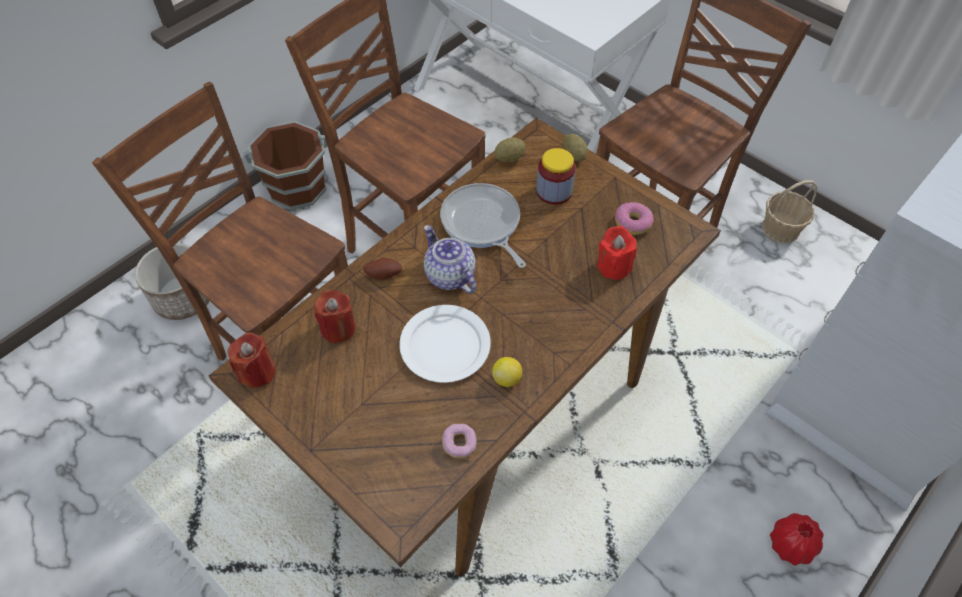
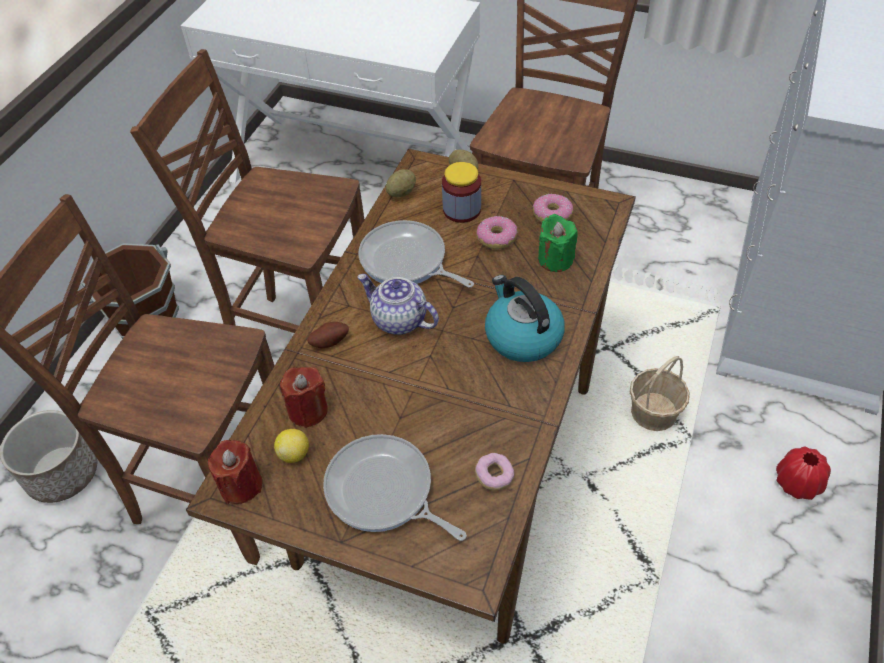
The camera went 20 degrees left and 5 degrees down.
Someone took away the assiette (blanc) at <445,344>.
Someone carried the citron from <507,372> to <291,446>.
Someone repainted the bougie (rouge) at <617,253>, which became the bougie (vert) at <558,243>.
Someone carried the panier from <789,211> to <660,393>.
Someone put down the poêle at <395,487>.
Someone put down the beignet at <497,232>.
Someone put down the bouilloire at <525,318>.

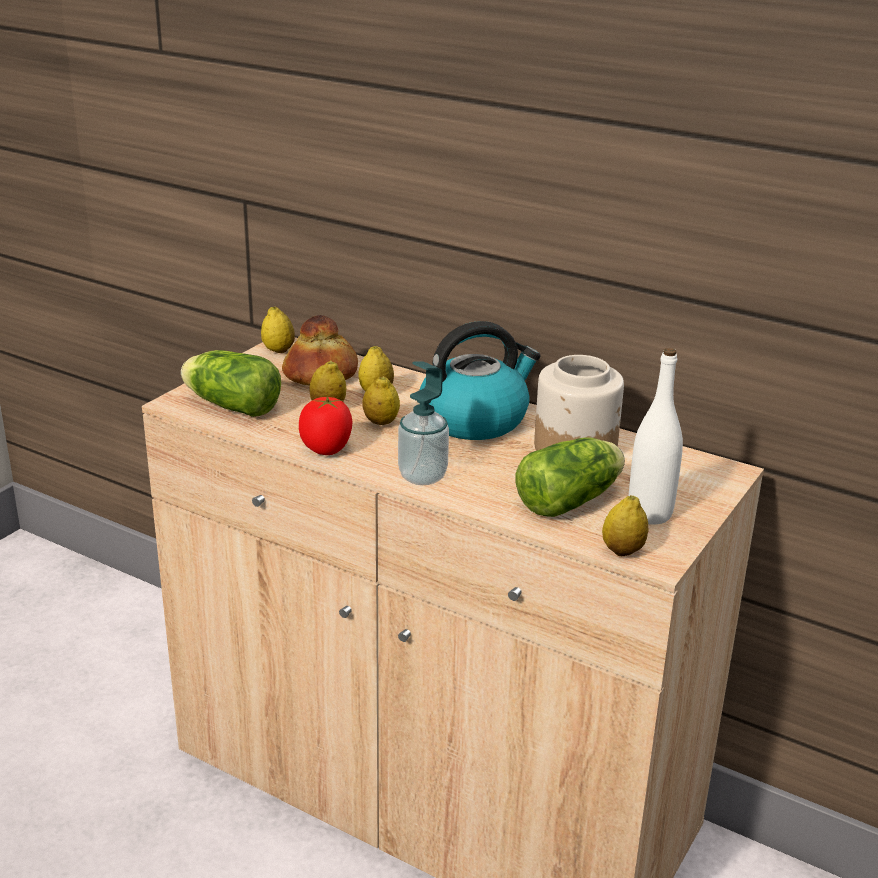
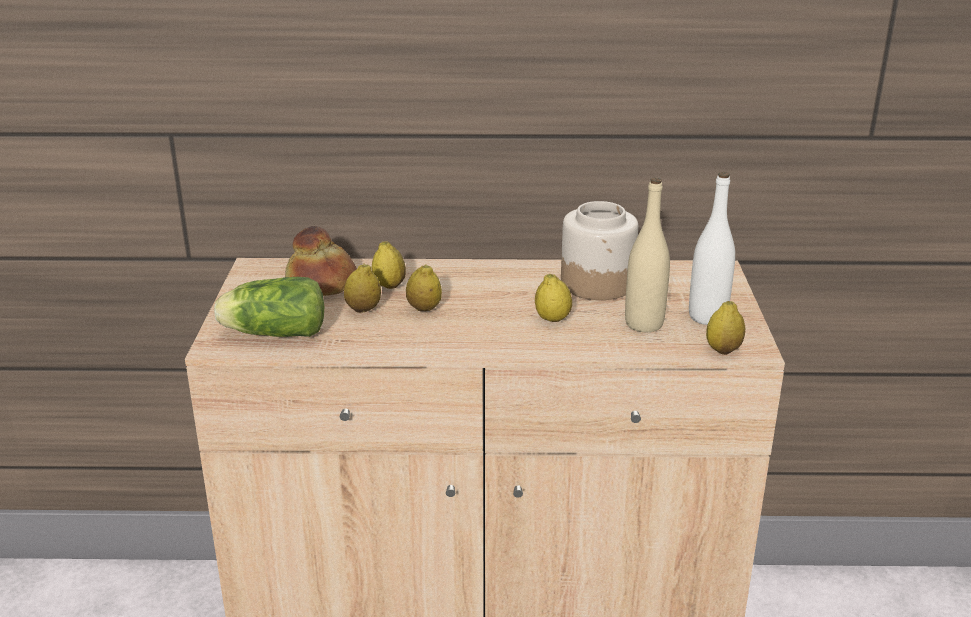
The camera went 30 degrees left and 0 degrees up.
Someone carried the citron from <278,330> to <553,298>.
Someone took away the tomate at <325,425>.
Someone took away the distributeur de savon at <423,423>.
Someone took away the bouilloire at <480,380>.
Someone swapped the laitue at <570,477> for the bouteille (beige) at <647,255>.

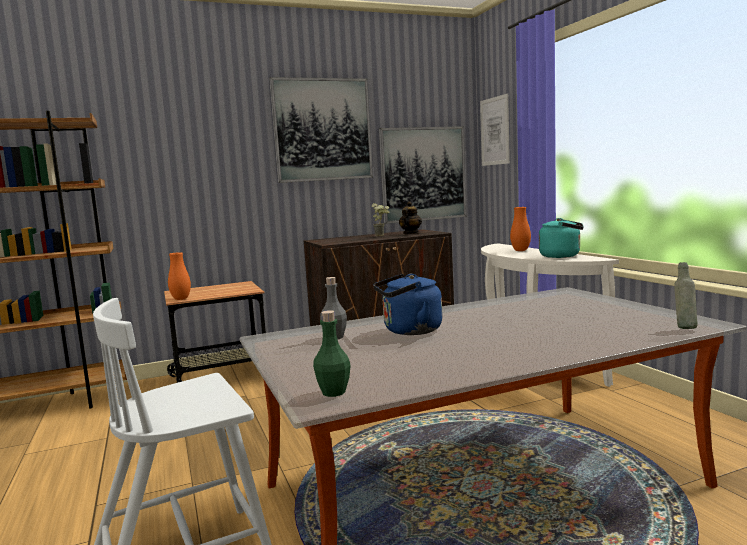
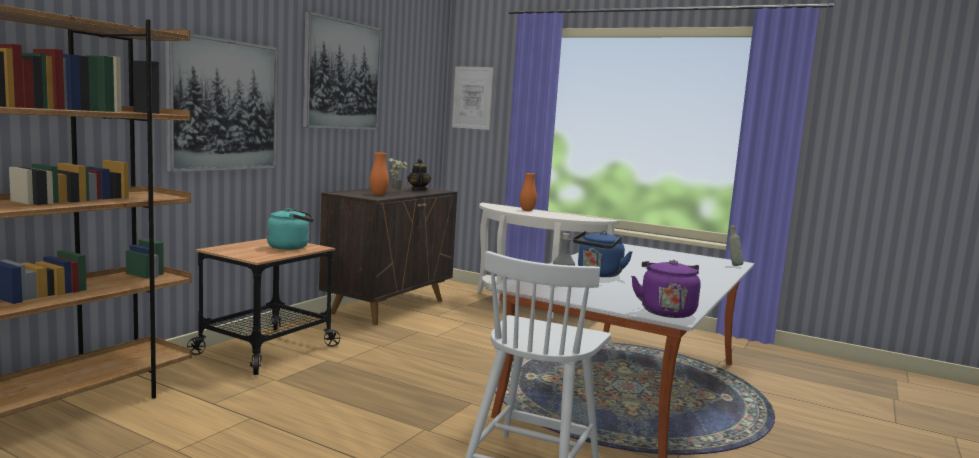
The camera went 40 degrees left and 0 degrees up.
Someone carried the vase (orange) from <179,276> to <379,173>.
Someone swapped the bouteille (vert) at <332,353> for the bouilloire (violet) at <666,289>.
Someone carried the tableau from <422,175> to <221,102>.
Someone carried the bouilloire (turquoise) from <561,238> to <290,229>.

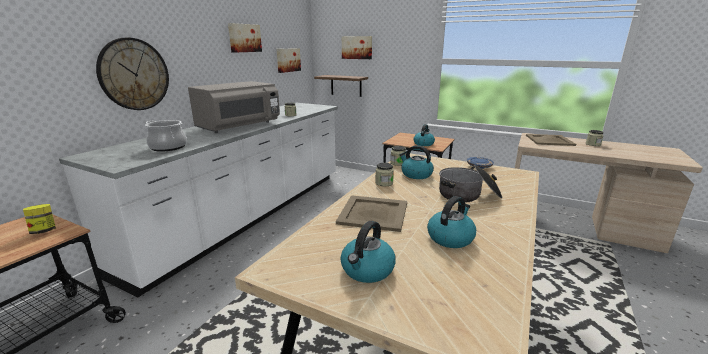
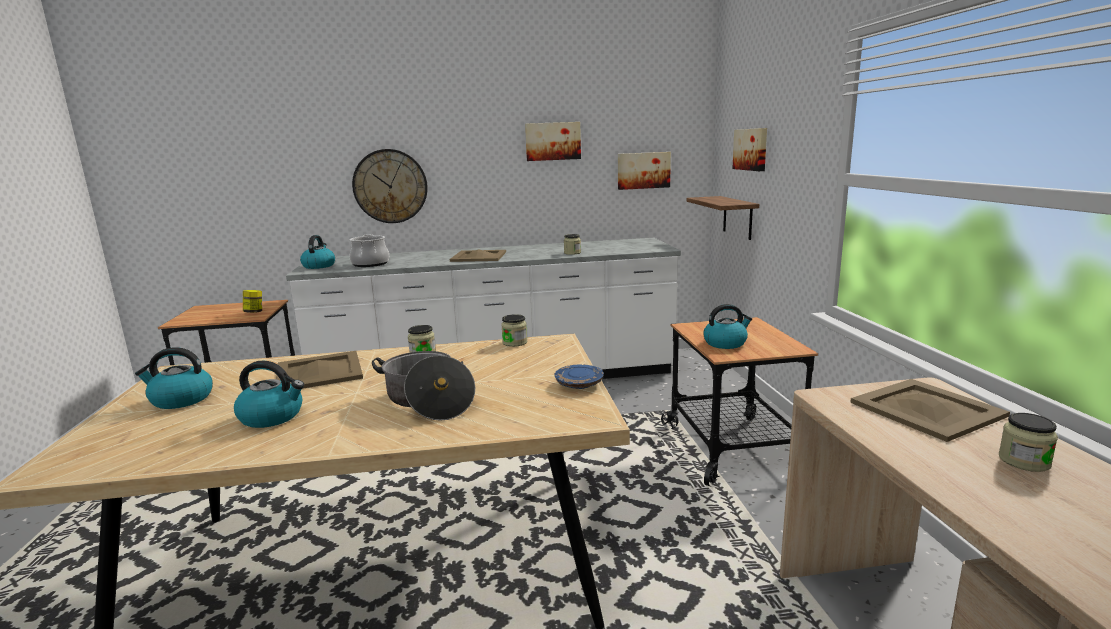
The camera went 55 degrees right and 5 degrees down.
Someone swapped the micro-ondes (gris) at <234,107> for the plateau (beige) at <478,255>.
Someone carried the bouilloire from <416,162> to <317,252>.

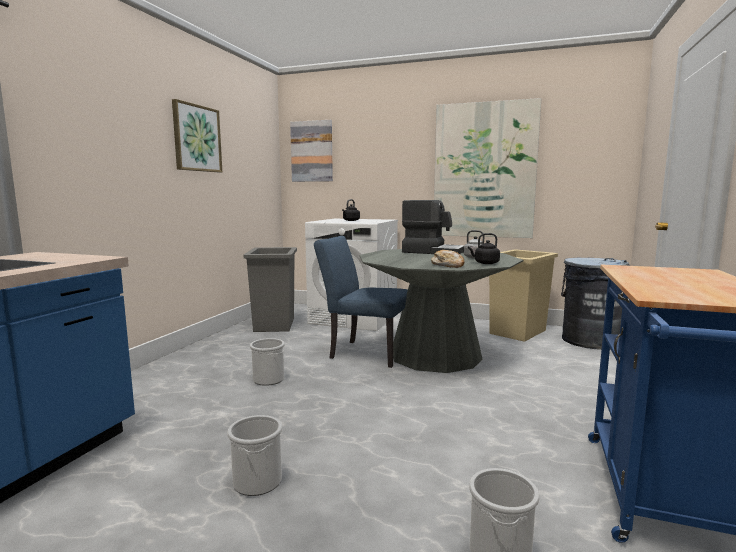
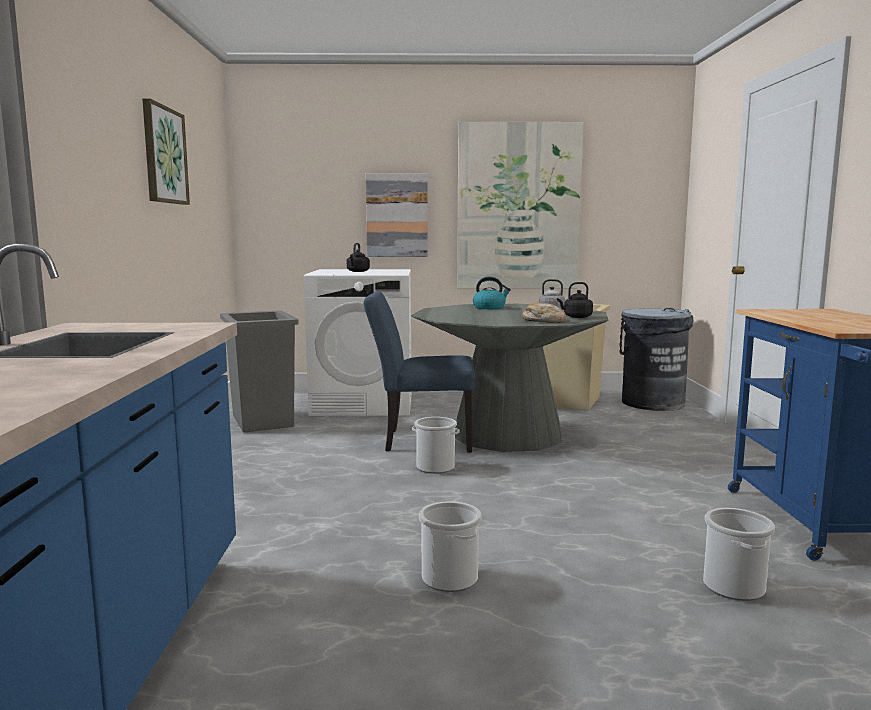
The camera went 20 degrees left and 0 degrees up.
Someone carried the seau from <267,362> to <436,445>.
Someone carried the tableau from <311,151> to <397,215>.
Someone swapped the machine à café at <433,227> for the bouilloire at <492,293>.

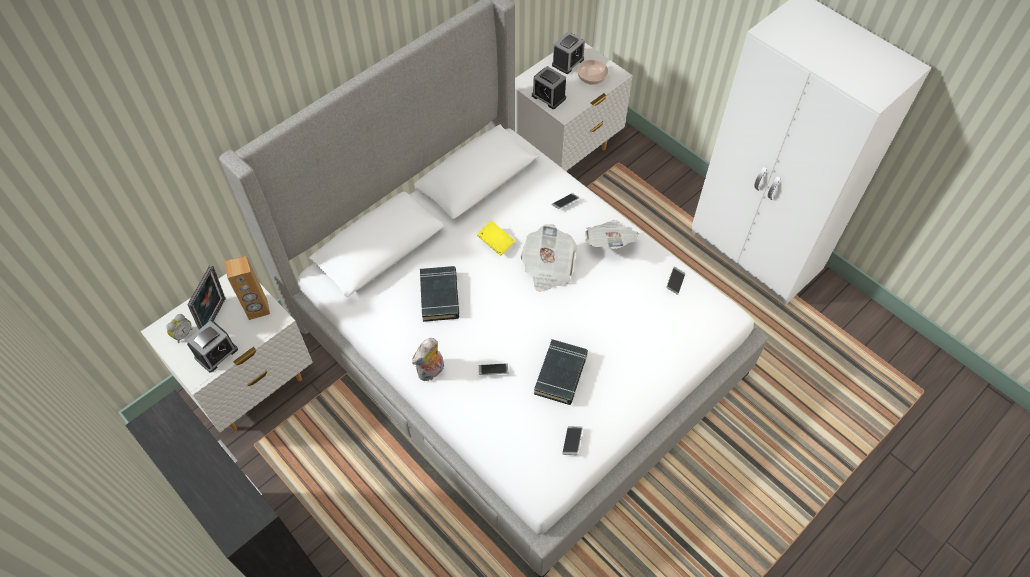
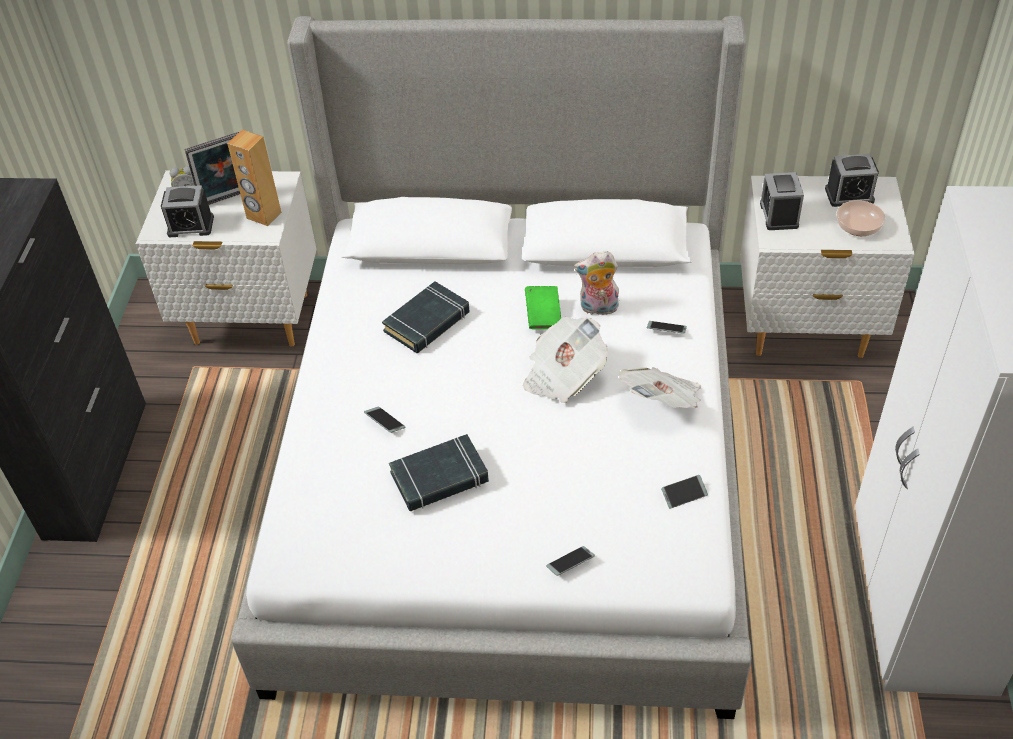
The camera went 50 degrees right and 10 degrees down.
Someone carried the peluche from <428,359> to <597,283>.
Someone repainted the livre (jaune) at <496,238>, which became the livre (vert) at <543,307>.
Someone carried the téléphone from <572,440> to <570,561>.

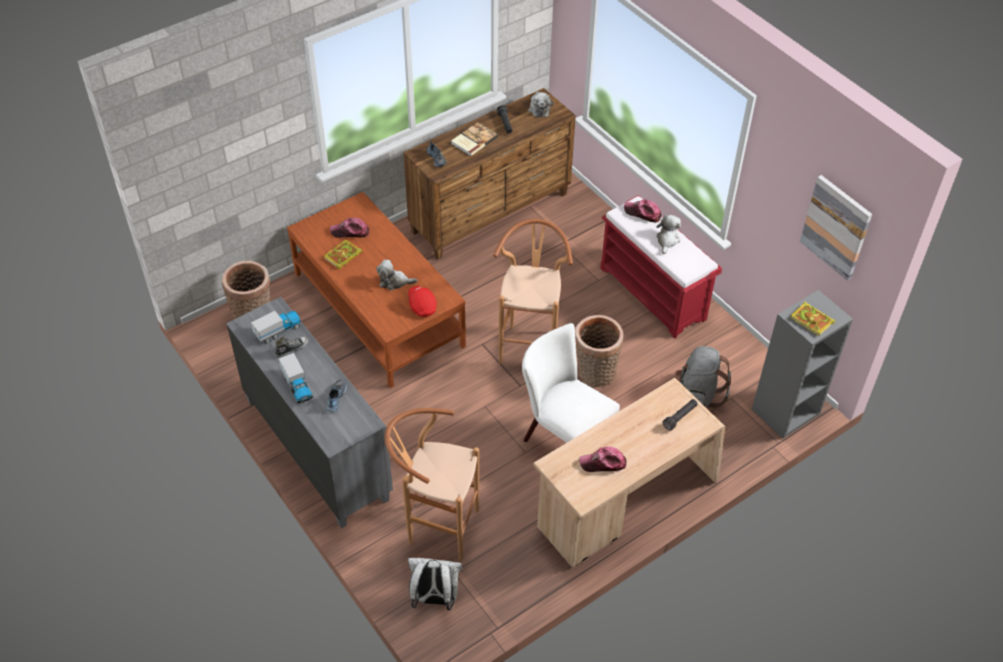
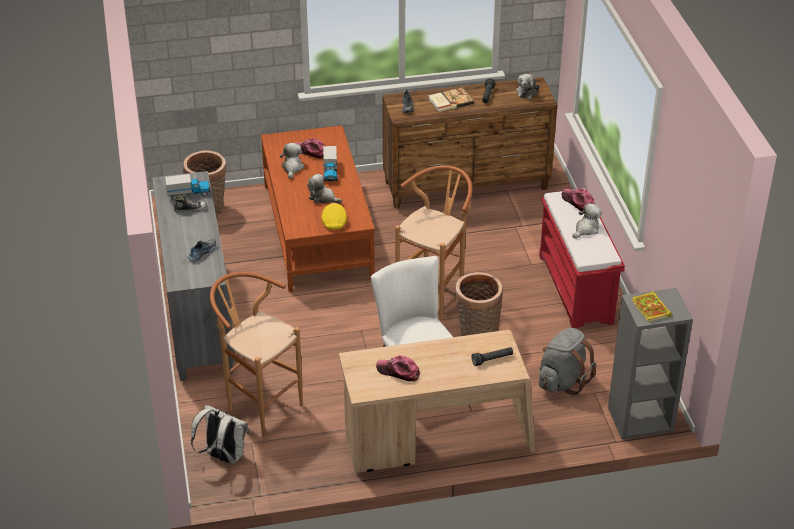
The camera went 25 degrees right and 10 degrees down.
Someone carried the camion jouet from <296,378> to <330,164>.
Someone swapped the livre at <343,254> for the peluche at <292,161>.
Someone repainted the casquette (rouge) at <422,301>, which became the casquette (jaune) at <334,216>.
Someone took away the tableau at <836,228>.

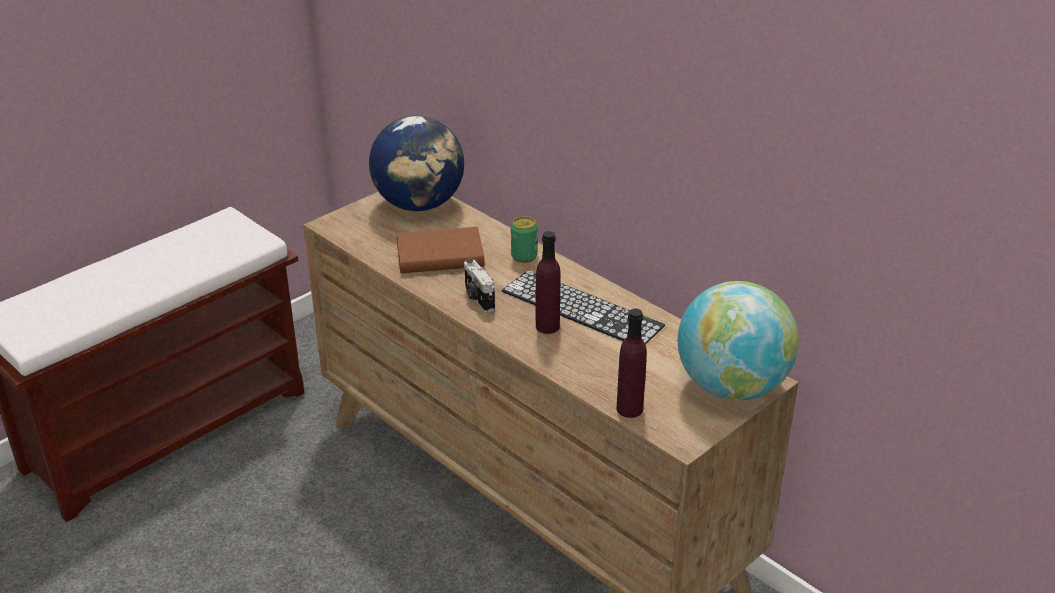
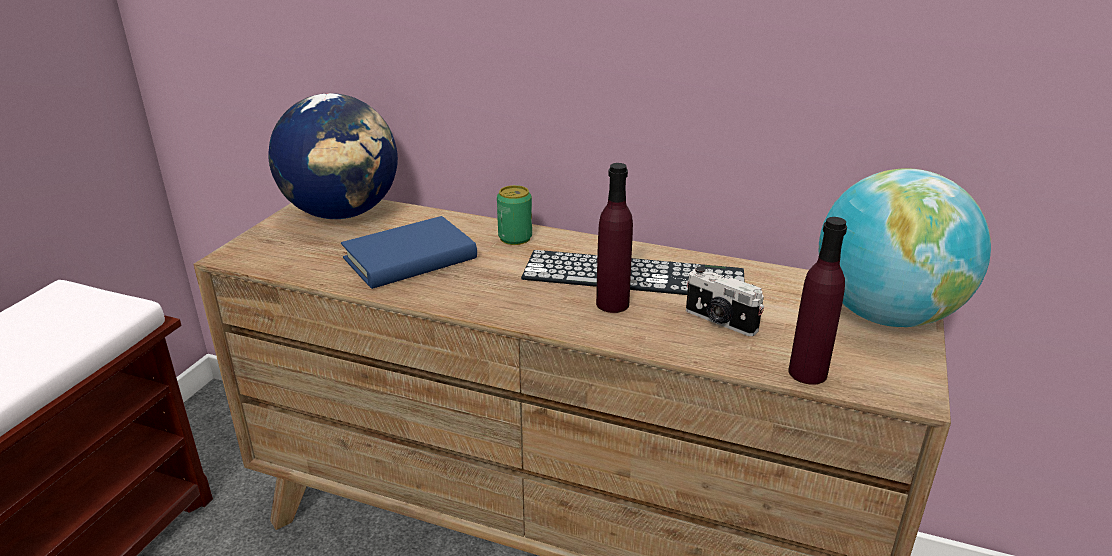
The camera went 25 degrees left and 5 degrees down.
Someone repainted the livre (marron) at <440,250>, which became the livre (bleu) at <409,252>.
Someone carried the appareil photo from <479,286> to <725,301>.

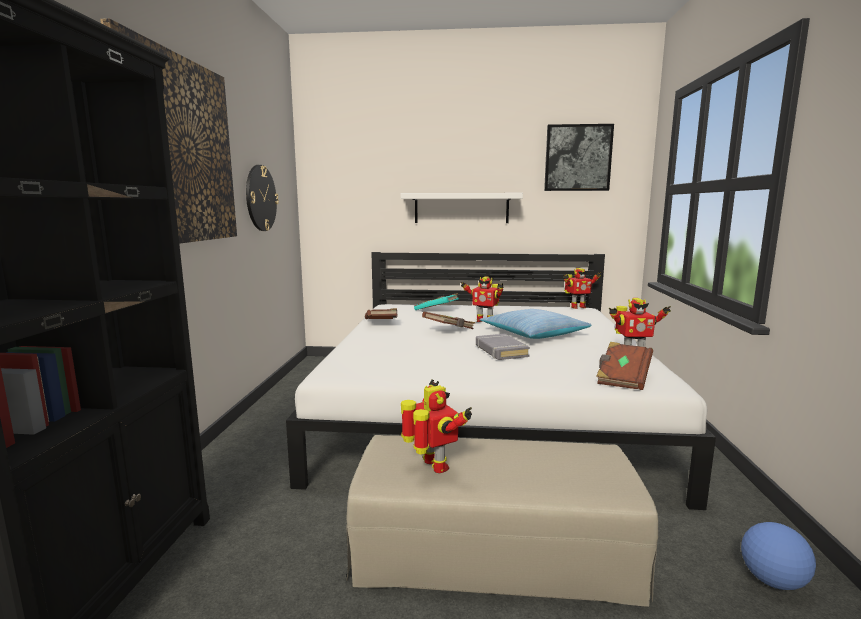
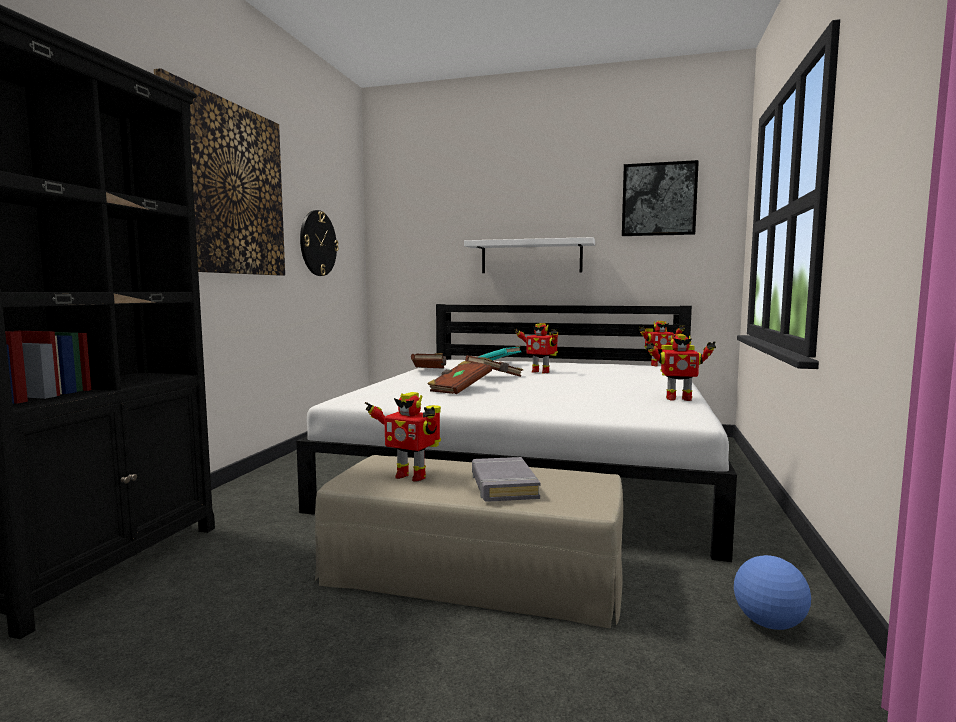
The camera went 10 degrees right and 5 degrees down.
Someone rotated the robot jouet at <436,426> by 135 degrees clockwise.
Someone carried the livre (gris) from <503,347> to <506,479>.
Someone took away the coussin at <535,324>.
Someone carried the livre (marron) from <624,366> to <460,377>.

